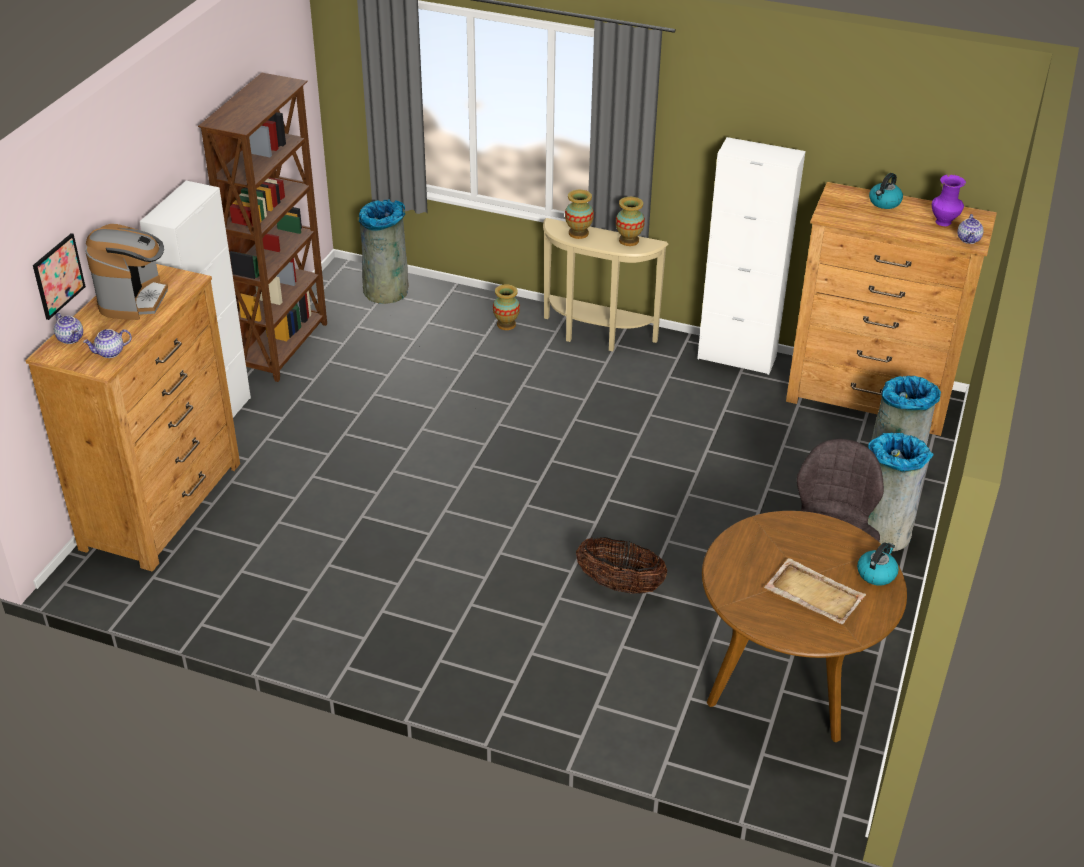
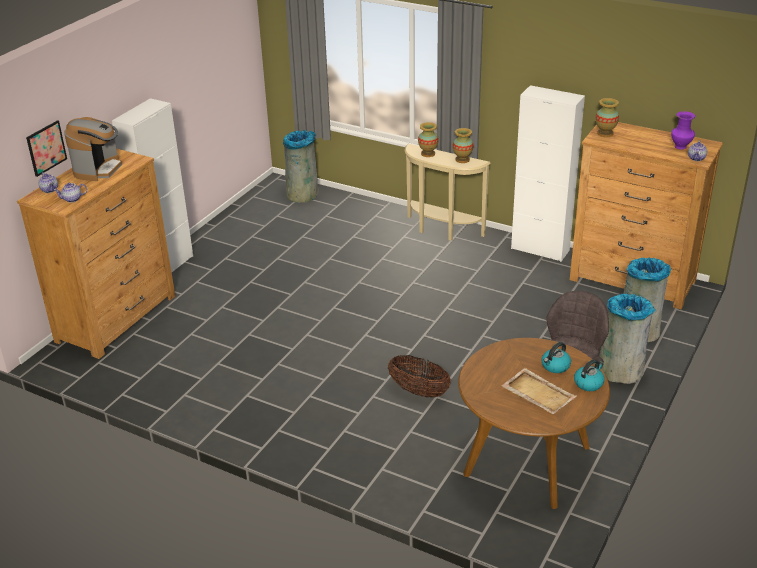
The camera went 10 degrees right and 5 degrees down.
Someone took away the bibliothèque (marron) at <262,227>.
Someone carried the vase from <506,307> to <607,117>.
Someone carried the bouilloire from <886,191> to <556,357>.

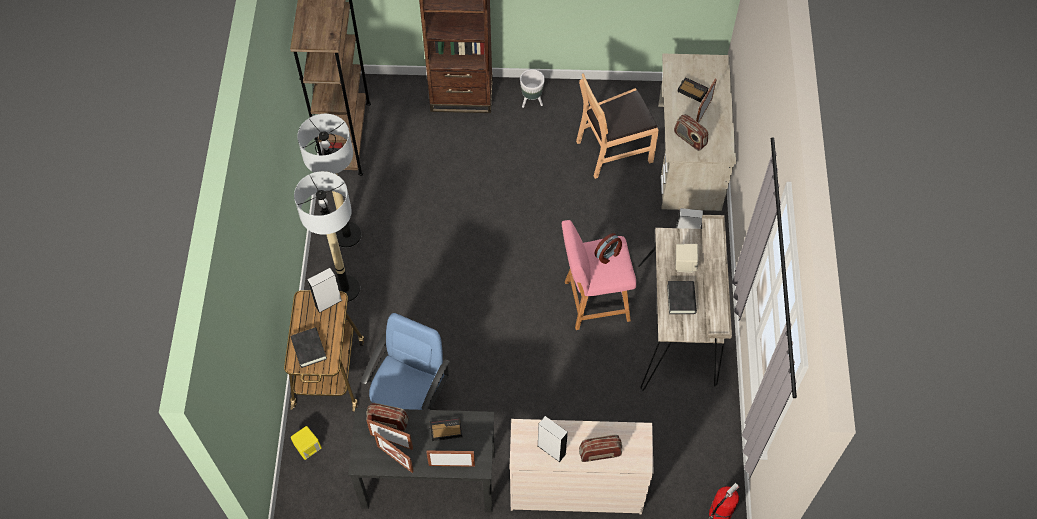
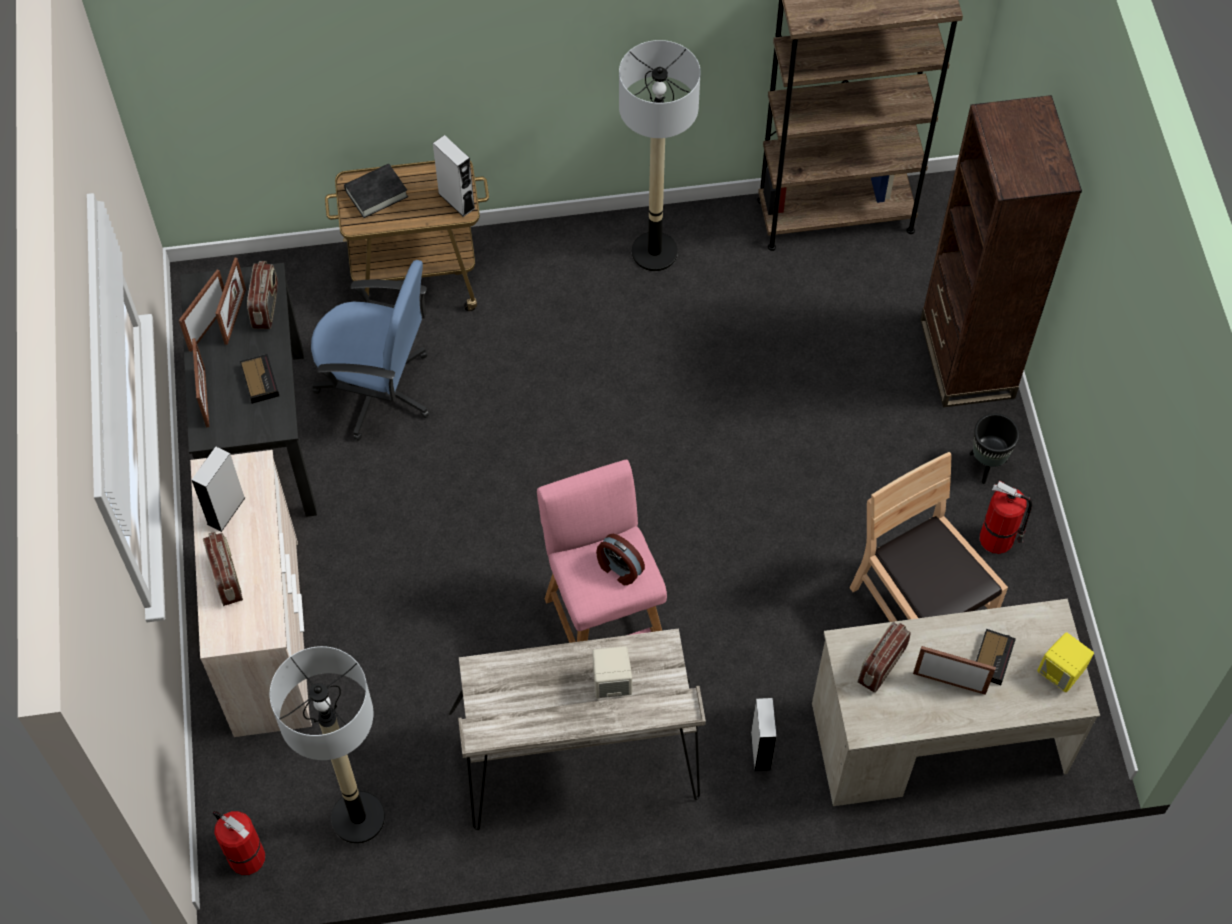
The camera went 80 degrees right and 0 degrees up.
Someone carried the enceinte (jaune) from <306,443> to <1065,662>.
Someone carried the lampadaire from <327,236> to <327,745>.
Someone repainted the cache-pot (blanc) at <532,88>, which became the cache-pot (noir) at <994,448>.
Someone took away the livre (noir) at <682,297>.
Someone put down the extincteur at <1006,517>.

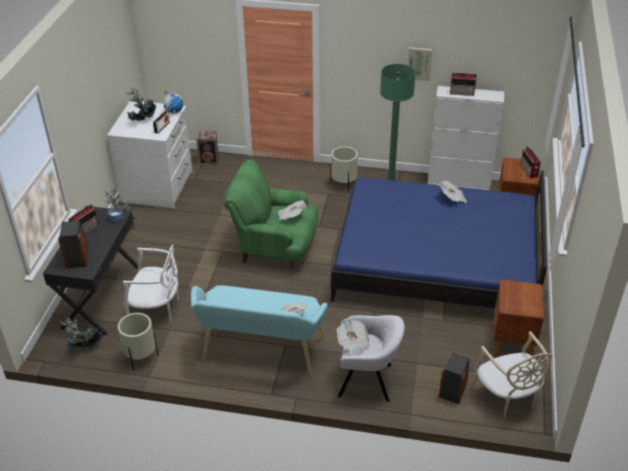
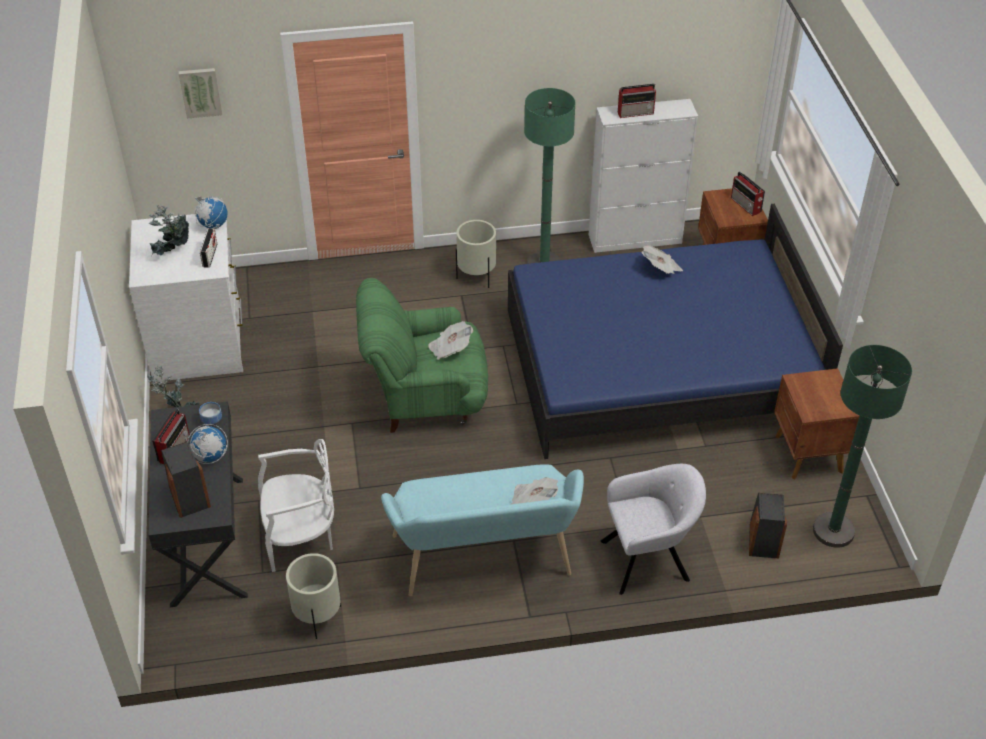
The camera went 20 degrees left and 5 degrees up.
Someone took away the plante en pot at <82,333>.
Someone took away the enceinte at <207,147>.
Someone took away the journal at <353,337>.
Someone carried the tableau from <420,64> to <200,93>.
Someone swapped the chaise (beige) at <512,374> for the lampadaire (vert) at <862,446>.
Someone put down the globe at <208,444>.

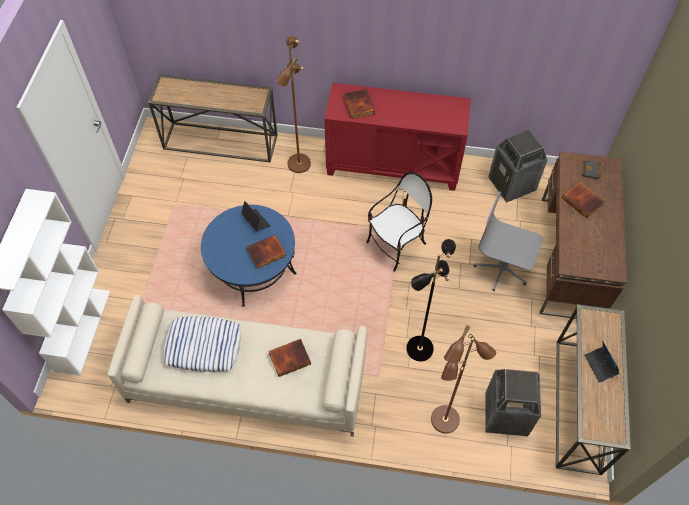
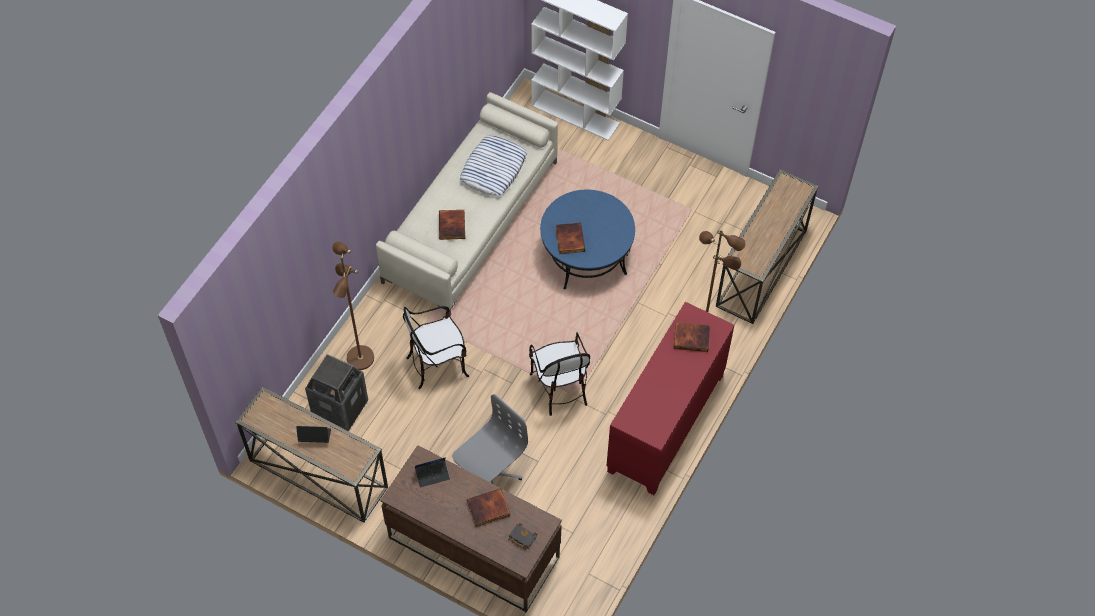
The camera went 110 degrees right and 0 degrees up.
Someone carried the ordinateur portable from <255,216> to <432,472>.
Someone swapped the lampadaire (noir) at <431,300> for the chaise at <436,347>.
Someone took away the poubelle at <518,166>.

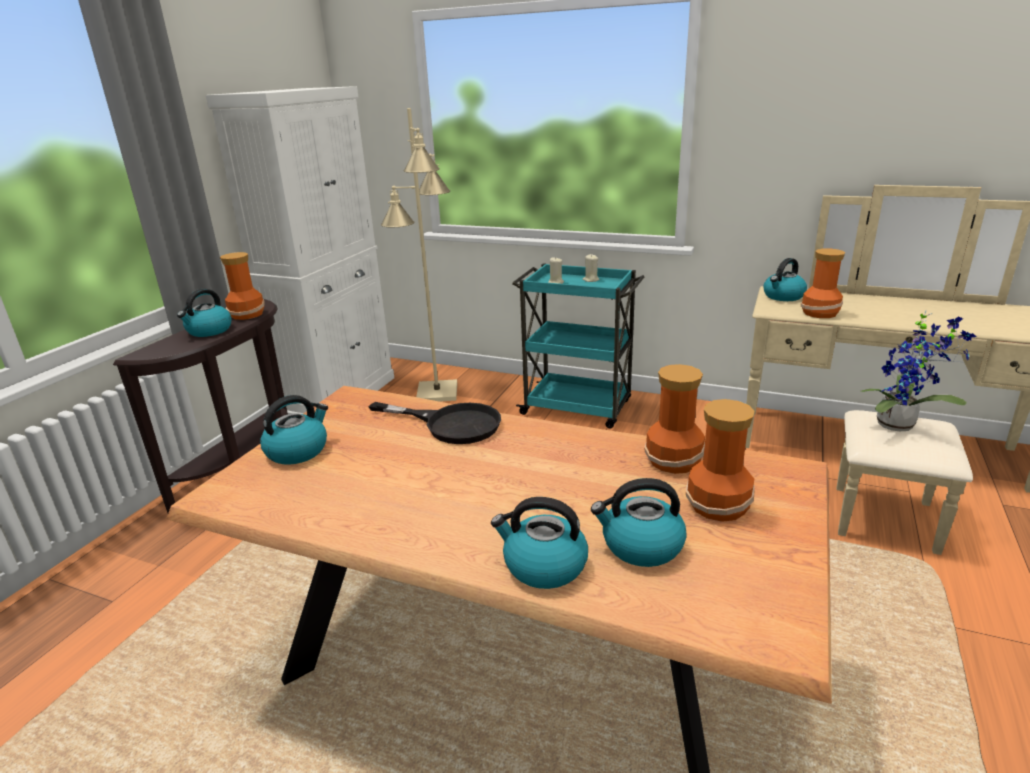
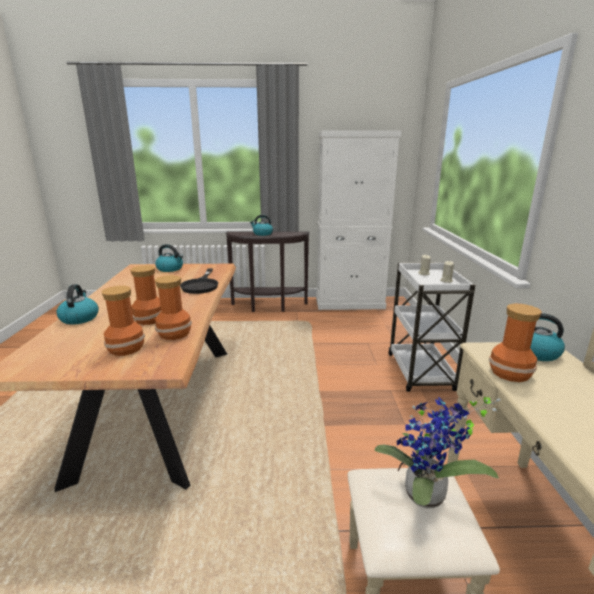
The camera went 65 degrees right and 5 degrees down.
Someone carried the vase from <242,286> to <145,295>.
Someone took away the lampadaire (beige) at <419,255>.
Someone repainted the chariot (turquoise) at <578,346>, which became the chariot (blanc) at <431,327>.
Someone took away the bouilloire at <639,522>.

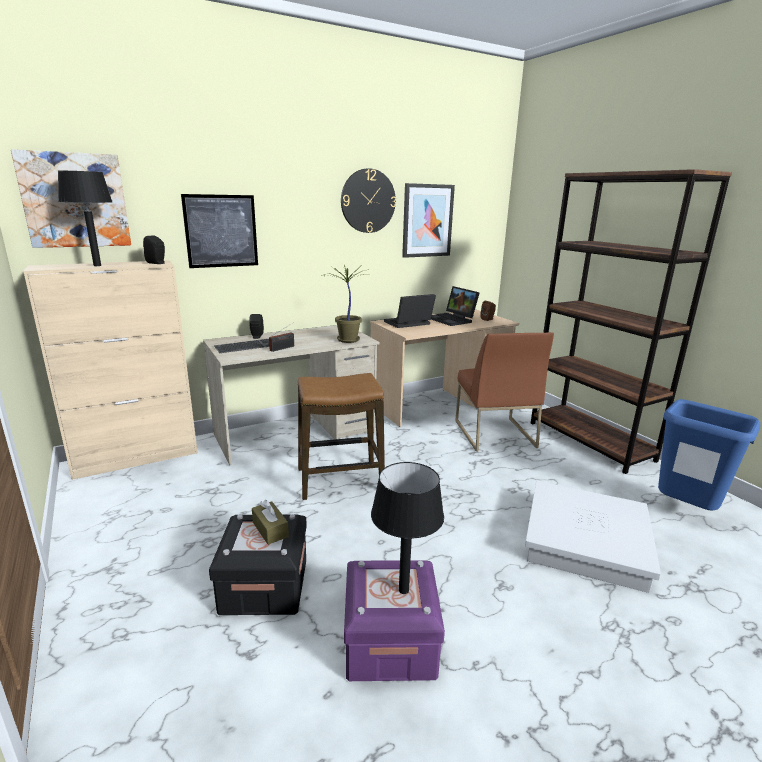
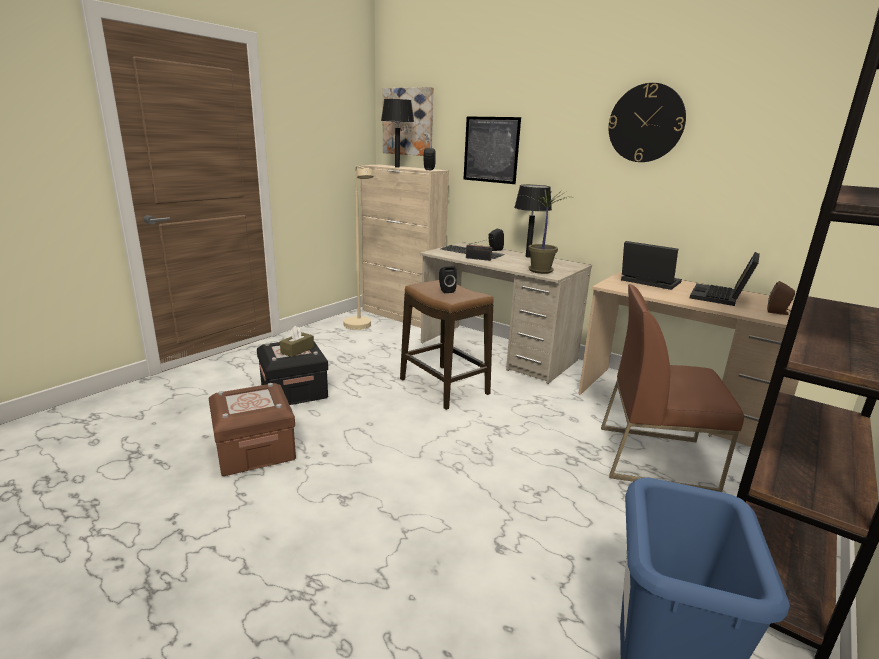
The camera went 65 degrees right and 0 degrees up.
Someone repainted the boîte de rangement (violet) at <394,620>, which became the boîte de rangement (marron) at <252,429>.
Someone carried the lampe de table (noir) from <407,528> to <533,221>.
Someone took away the tableau at <428,220>.
Someone rotated the chaise (marron) at <504,392> by 45 degrees clockwise.
Someone took away the boîte de rangement (blanc) at <593,537>.
Someone put down the lampadaire (beige) at <358,248>.
Someone put down the enceinte (noir) at <448,279>.

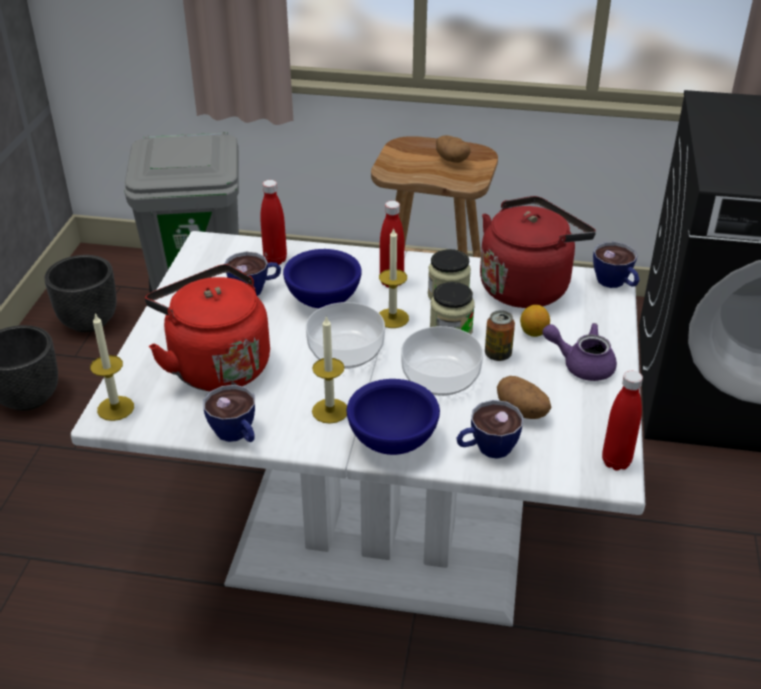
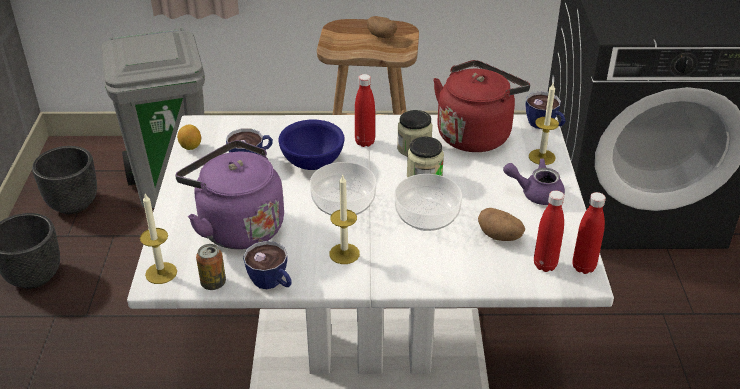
The camera went 10 degrees left and 0 degrees up.
Someone repainted the bouilloire (rouge) at <207,327>, which became the bouilloire (violet) at <229,194>.
Someone carried the bouteille (rouge) from <273,222> to <549,231>.
Someone took away the bol (bleu) at <393,417>.
Someone carried the bougie from <394,277> to <544,124>.
Someone took away the tasse at <490,429>.
Someone carried the boîte métallique from <500,335> to <211,267>.
Someone carried the citron from <535,321> to <189,137>.

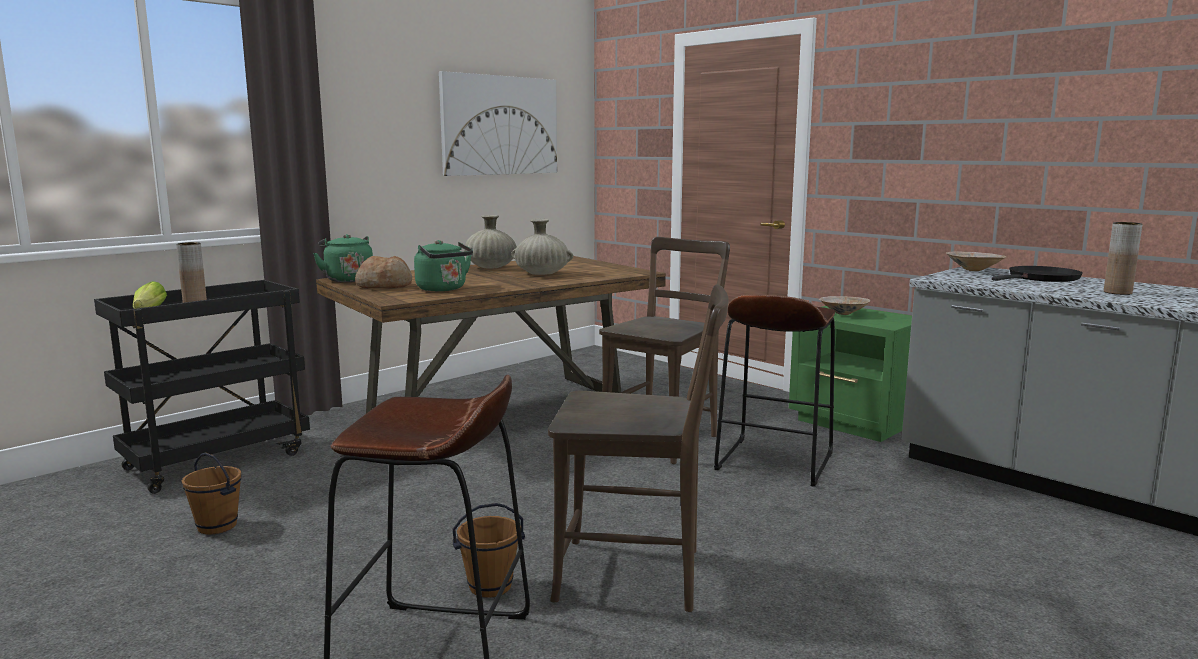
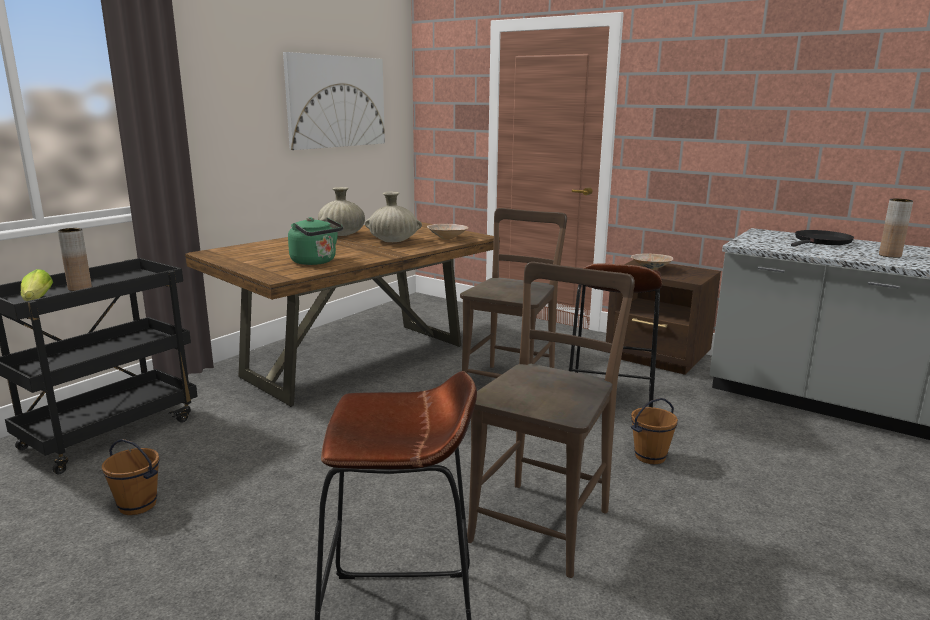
The camera went 10 degrees left and 5 degrees up.
Someone took away the bouilloire (vert) at <343,258>.
Someone took away the pain at <383,272>.
Someone carried the seau (marron) from <489,550> to <654,431>.
Someone rotated the chaise (marron) at <638,448> by 60 degrees counterclockwise.
Someone repainted the table de chevet (vert) at <850,374>, which became the table de chevet (marron) at <663,317>.
Someone carried the bol (beige) from <976,261> to <448,232>.

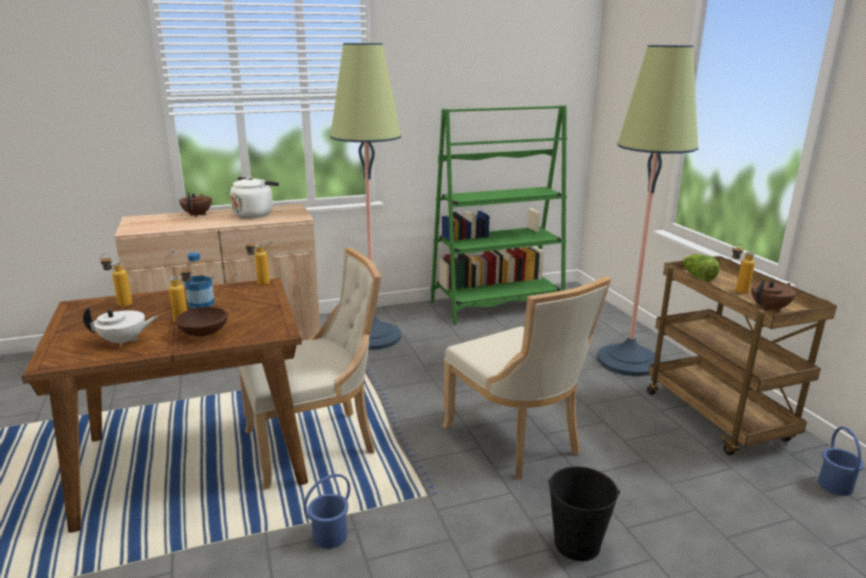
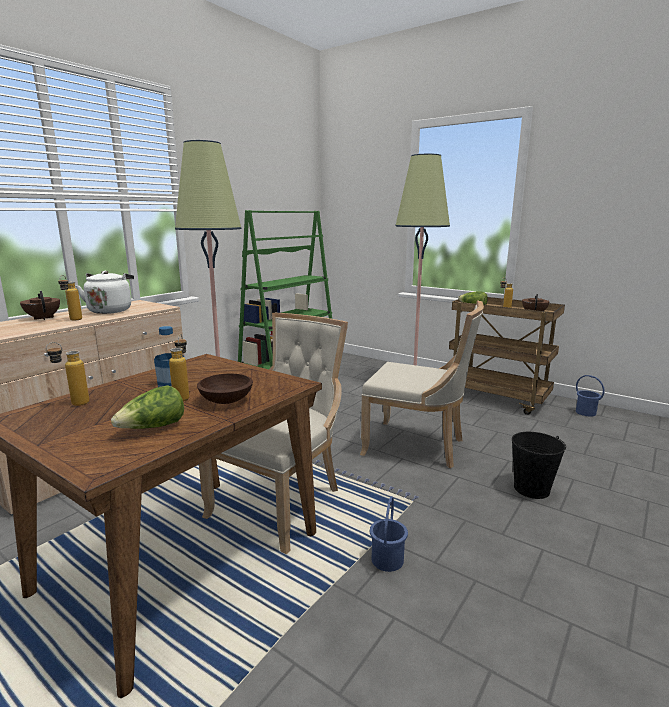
The camera went 35 degrees left and 5 degrees down.
Someone swapped the théière (blanc) at <120,326> for the laitue at <147,407>.
Someone carried the bouteille from <257,262> to <70,298>.

